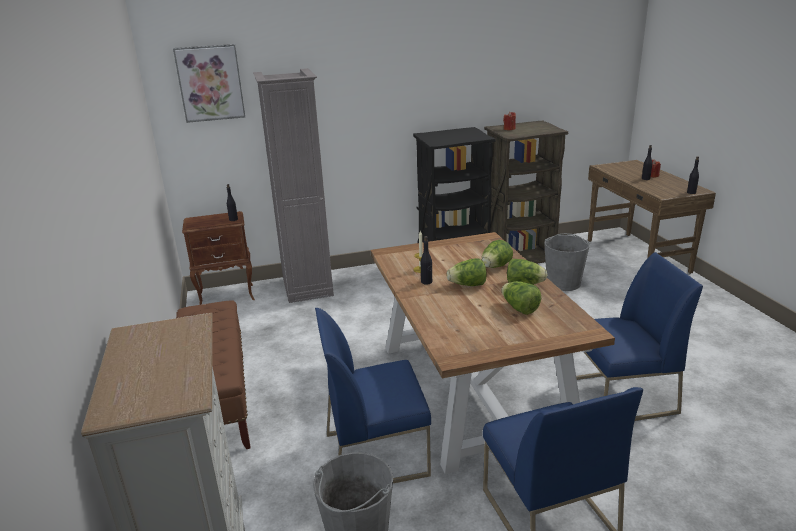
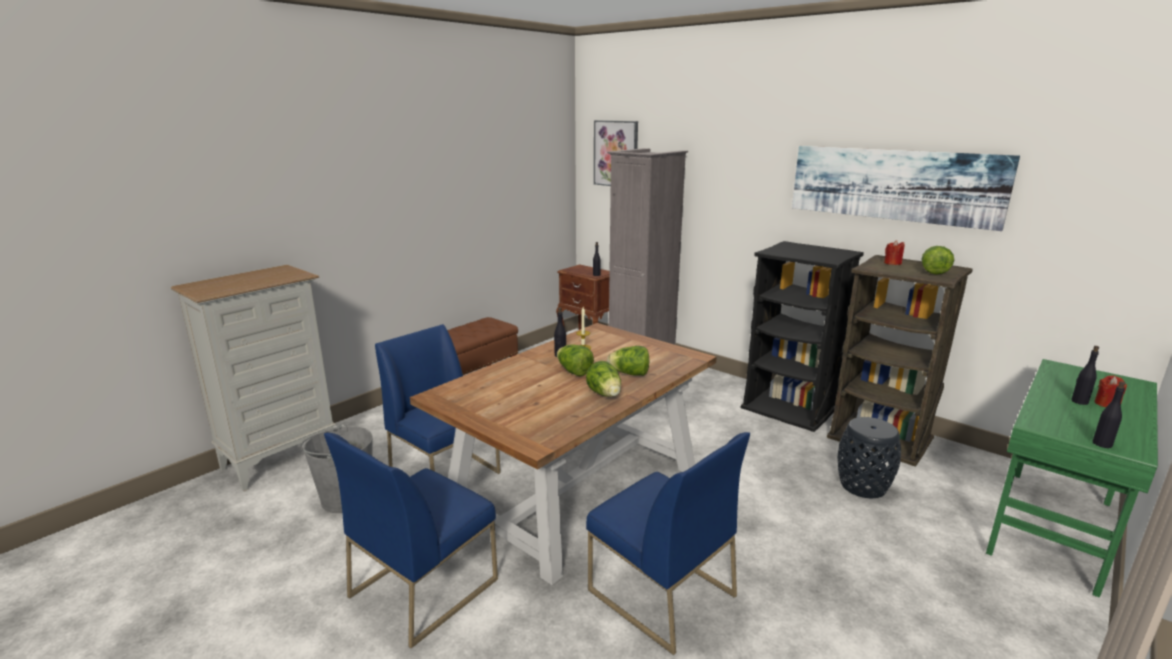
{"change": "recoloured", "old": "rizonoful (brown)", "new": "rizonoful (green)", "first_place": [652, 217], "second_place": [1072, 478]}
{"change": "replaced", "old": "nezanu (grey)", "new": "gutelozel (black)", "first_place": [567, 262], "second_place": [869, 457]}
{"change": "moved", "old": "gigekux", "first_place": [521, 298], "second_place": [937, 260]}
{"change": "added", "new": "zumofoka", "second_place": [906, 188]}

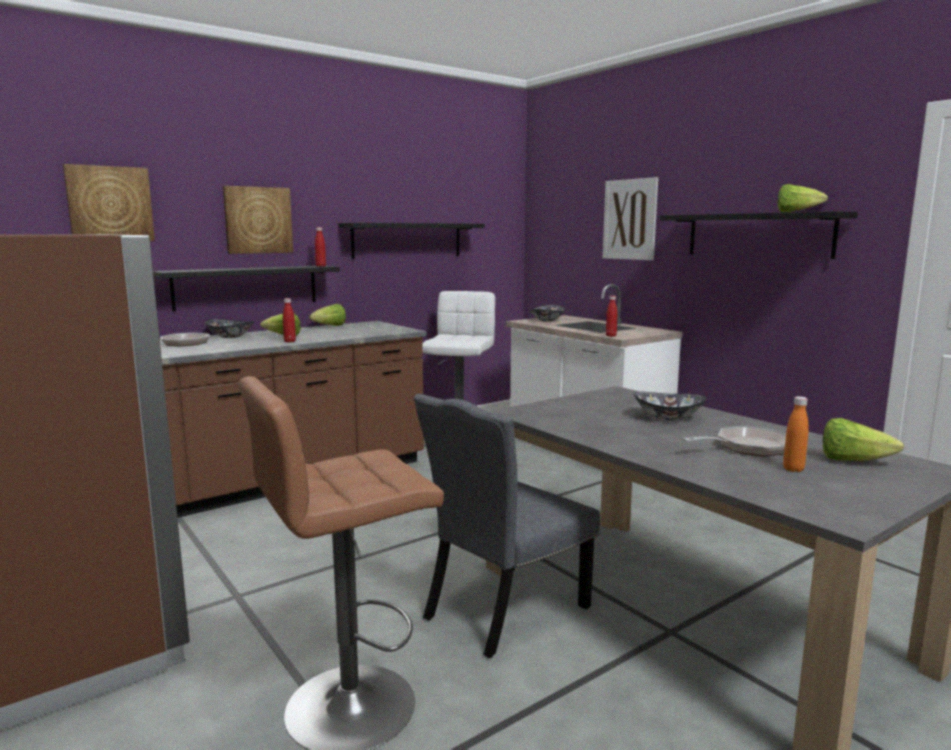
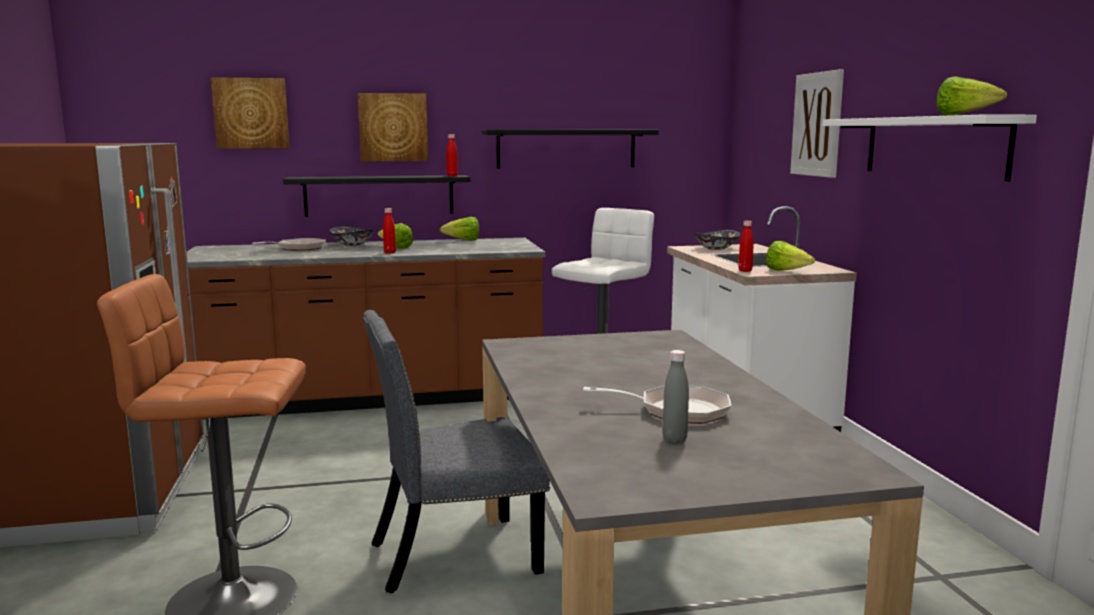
{"change": "recoloured", "old": "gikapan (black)", "new": "gikapan (white)", "first_place": [759, 235], "second_place": [929, 147]}
{"change": "removed", "old": "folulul", "first_place": [670, 406]}
{"change": "recoloured", "old": "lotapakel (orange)", "new": "lotapakel (grey)", "first_place": [796, 434], "second_place": [676, 397]}
{"change": "moved", "old": "gigekux", "first_place": [863, 439], "second_place": [790, 256]}

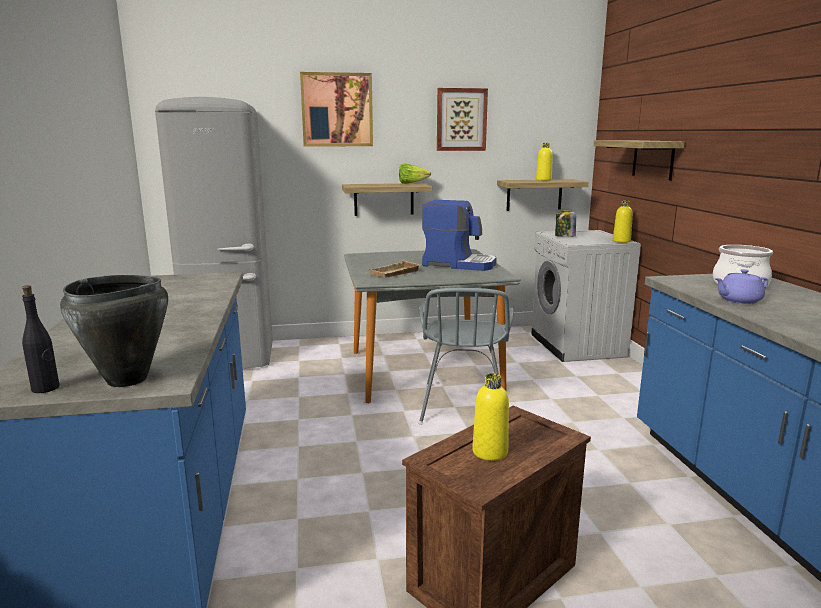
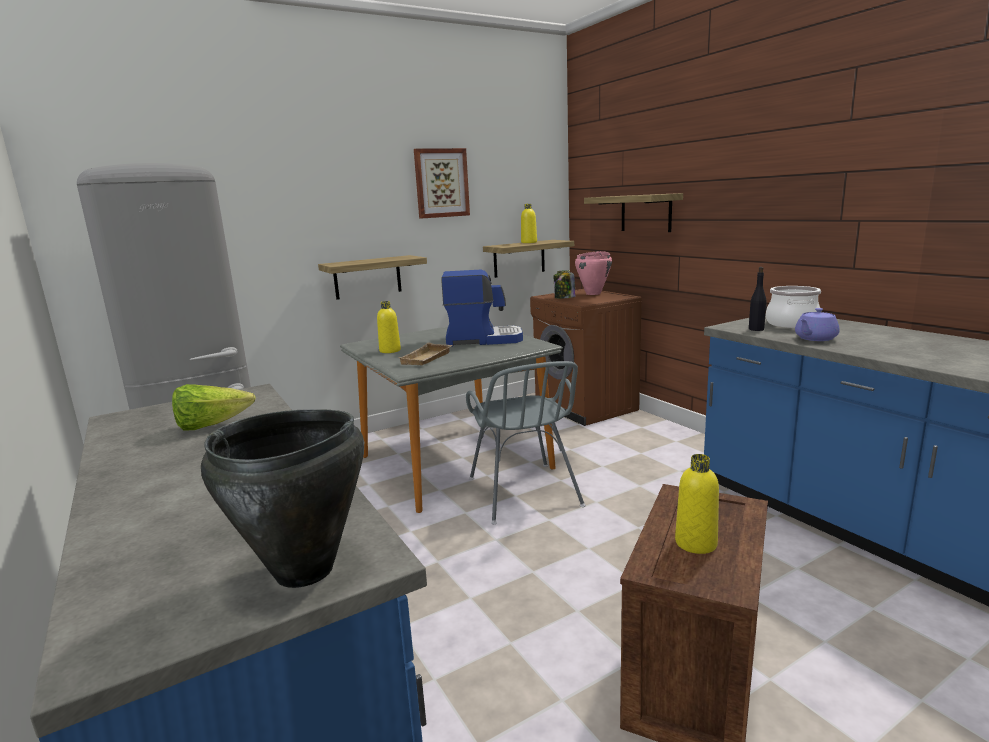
{"change": "removed", "old": "zumofoka", "first_place": [336, 109]}
{"change": "moved", "old": "gigekux", "first_place": [415, 174], "second_place": [214, 407]}
{"change": "moved", "old": "lotapakel (yellow)", "first_place": [623, 222], "second_place": [389, 327]}
{"change": "recoloured", "old": "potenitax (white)", "new": "potenitax (brown)", "first_place": [586, 296], "second_place": [586, 357]}
{"change": "moved", "old": "lotapakel (black)", "first_place": [41, 339], "second_place": [758, 299]}
{"change": "added", "new": "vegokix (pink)", "second_place": [593, 273]}

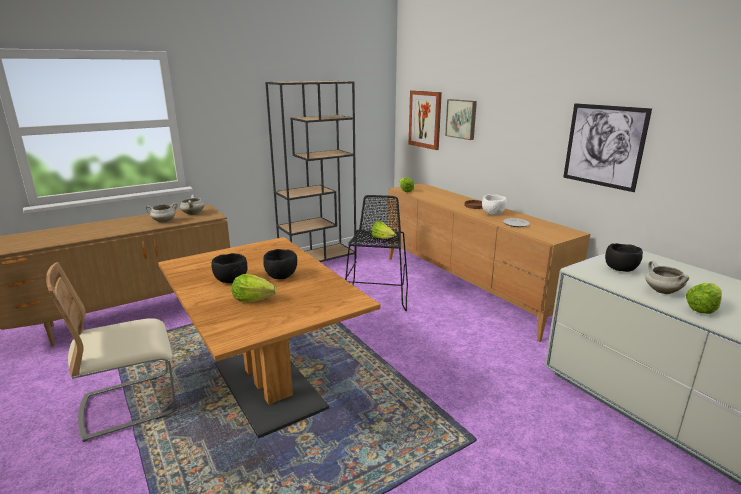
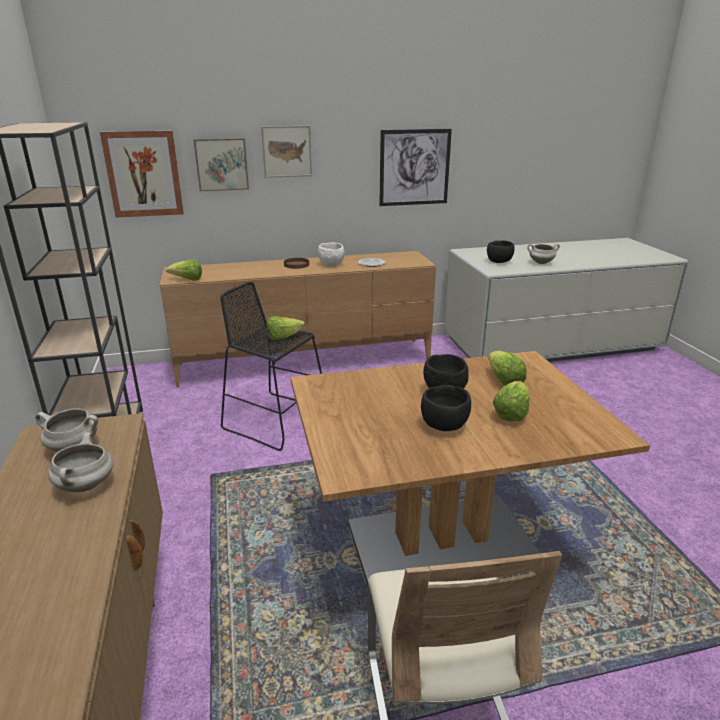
{"change": "moved", "old": "gigekux", "first_place": [704, 298], "second_place": [507, 368]}
{"change": "added", "new": "zumofoka", "second_place": [286, 152]}

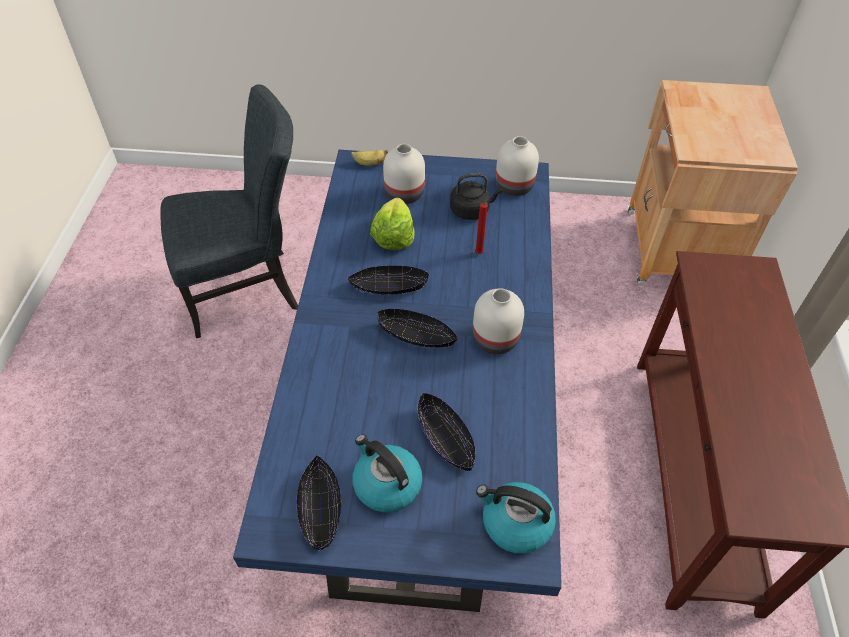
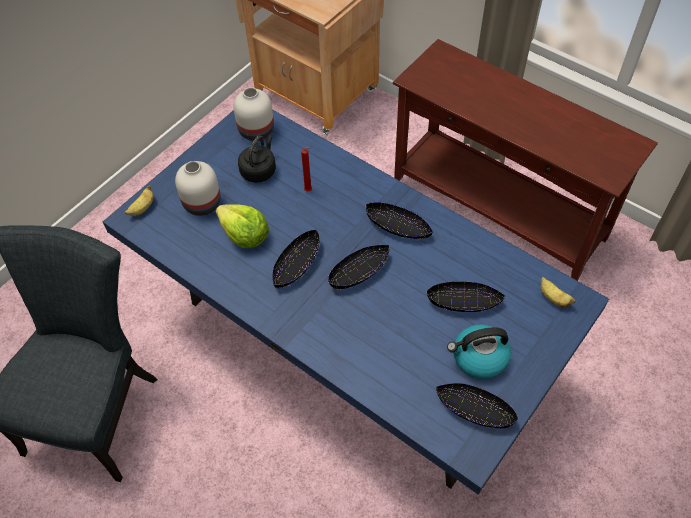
{"change": "replaced", "old": "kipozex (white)", "new": "folulul (black)", "first_place": [498, 321], "second_place": [399, 220]}
{"change": "replaced", "old": "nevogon", "new": "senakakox", "first_place": [516, 518], "second_place": [558, 292]}

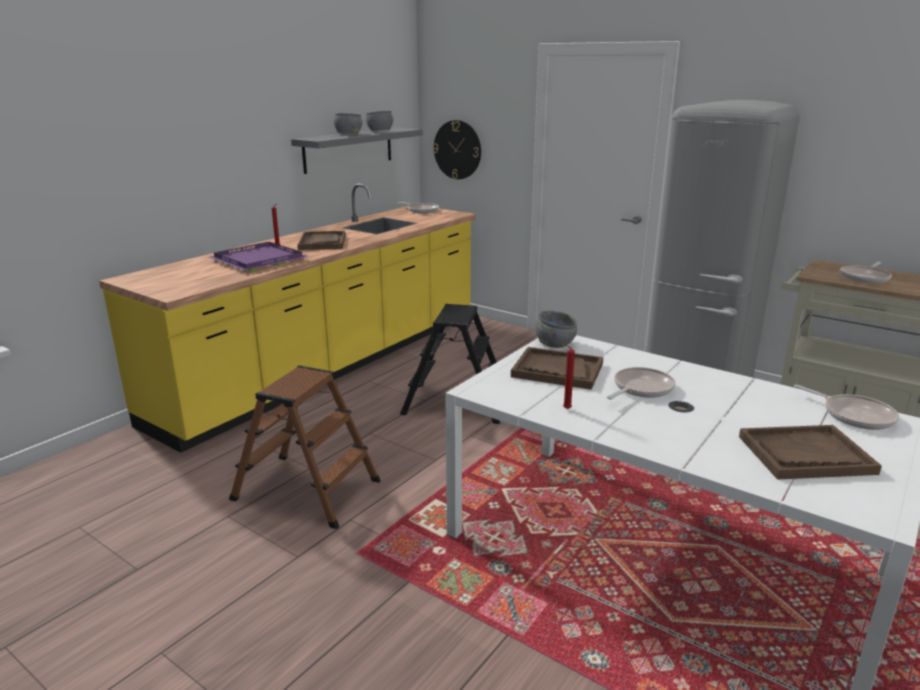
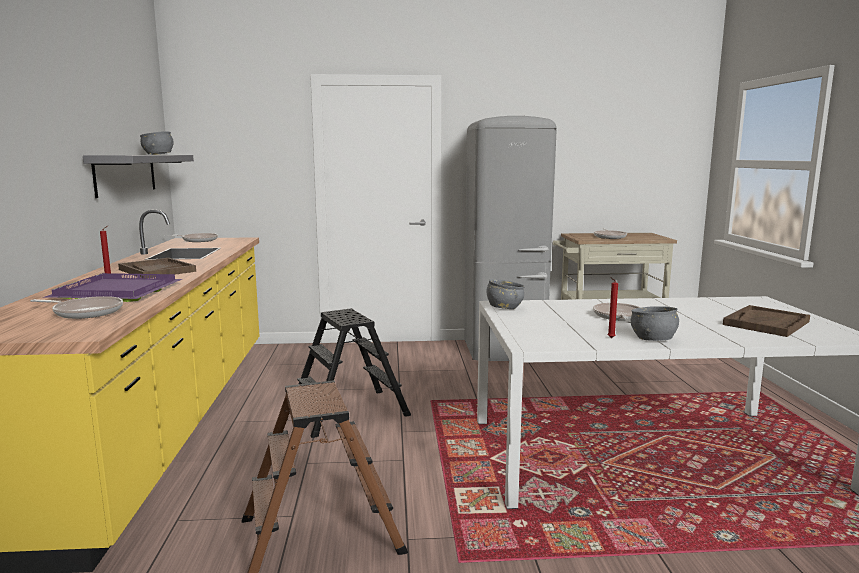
{"change": "moved", "old": "folulul (grey)", "first_place": [348, 123], "second_place": [655, 323]}
{"change": "removed", "old": "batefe", "first_place": [457, 149]}
{"change": "removed", "old": "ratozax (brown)", "first_place": [557, 368]}
{"change": "moved", "old": "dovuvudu", "first_place": [846, 407], "second_place": [76, 307]}

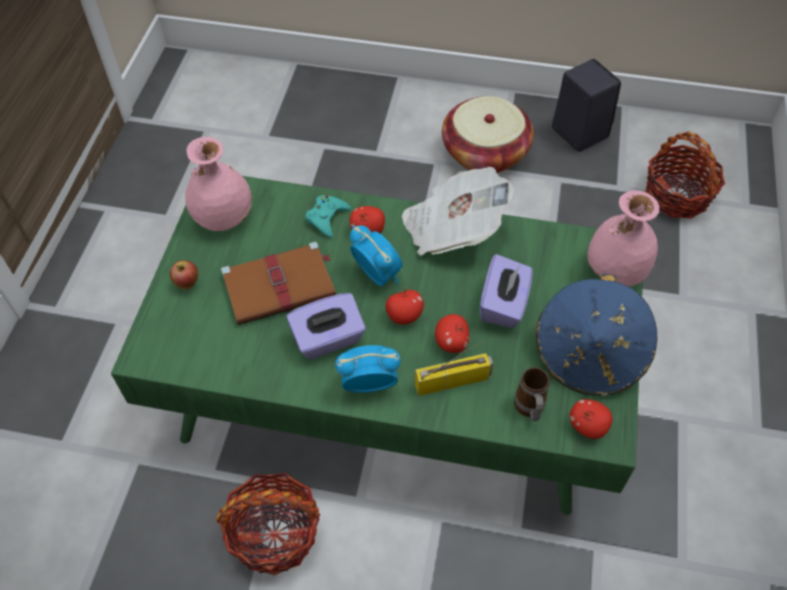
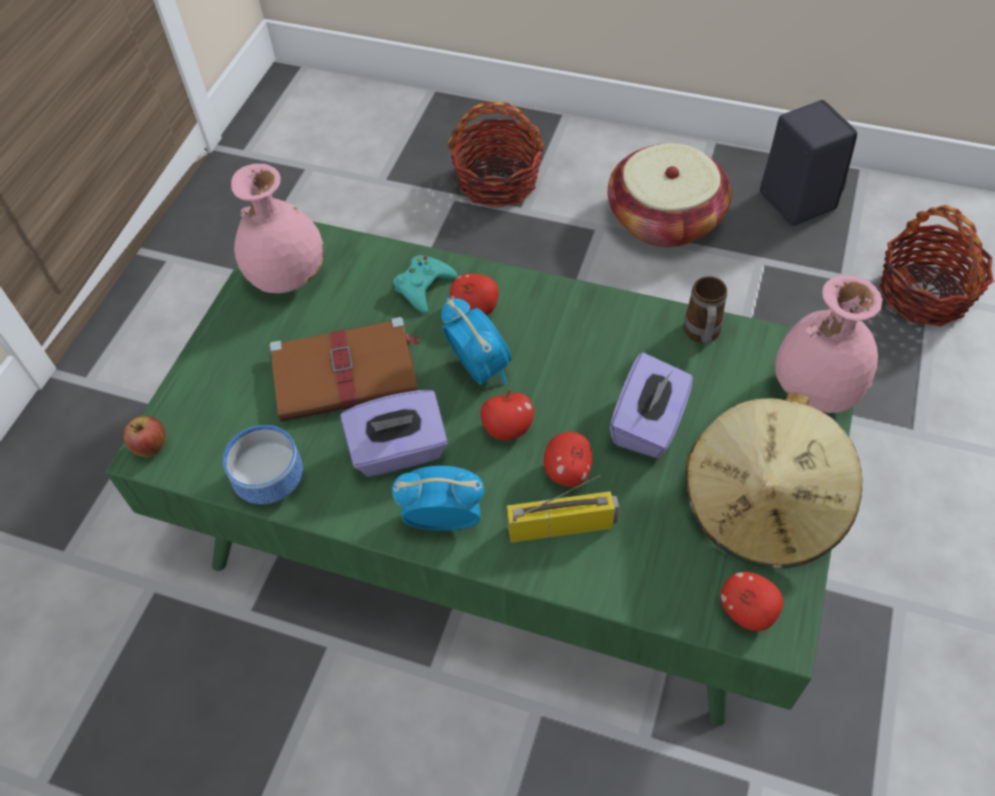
{"change": "removed", "old": "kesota", "first_place": [458, 211]}
{"change": "moved", "old": "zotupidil", "first_place": [184, 275], "second_place": [144, 436]}
{"change": "recoloured", "old": "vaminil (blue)", "new": "vaminil (beige)", "first_place": [596, 335], "second_place": [773, 480]}
{"change": "moved", "old": "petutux", "first_place": [531, 394], "second_place": [705, 310]}
{"change": "moved", "old": "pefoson", "first_place": [268, 524], "second_place": [495, 155]}
{"change": "added", "new": "folulul", "second_place": [263, 464]}

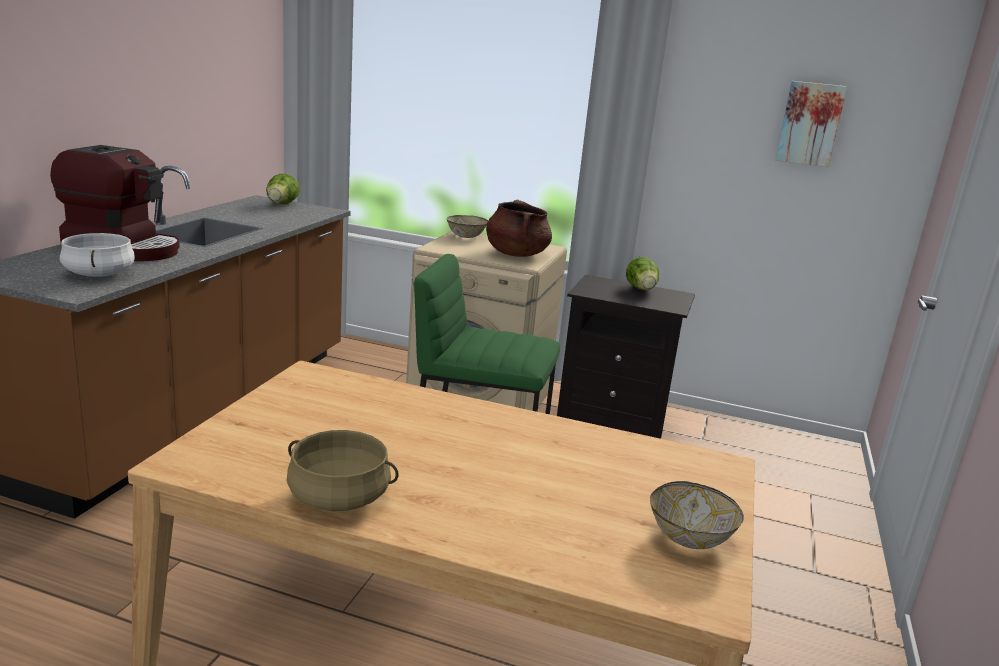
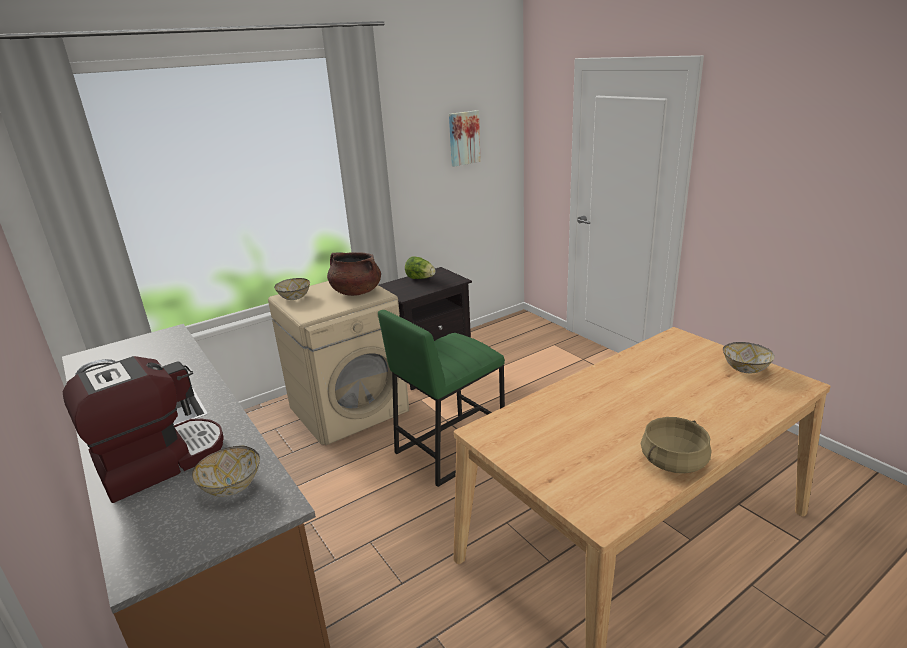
{"change": "removed", "old": "gigekux", "first_place": [283, 189]}
{"change": "replaced", "old": "vegokix (white)", "new": "folulul", "first_place": [97, 255], "second_place": [226, 471]}

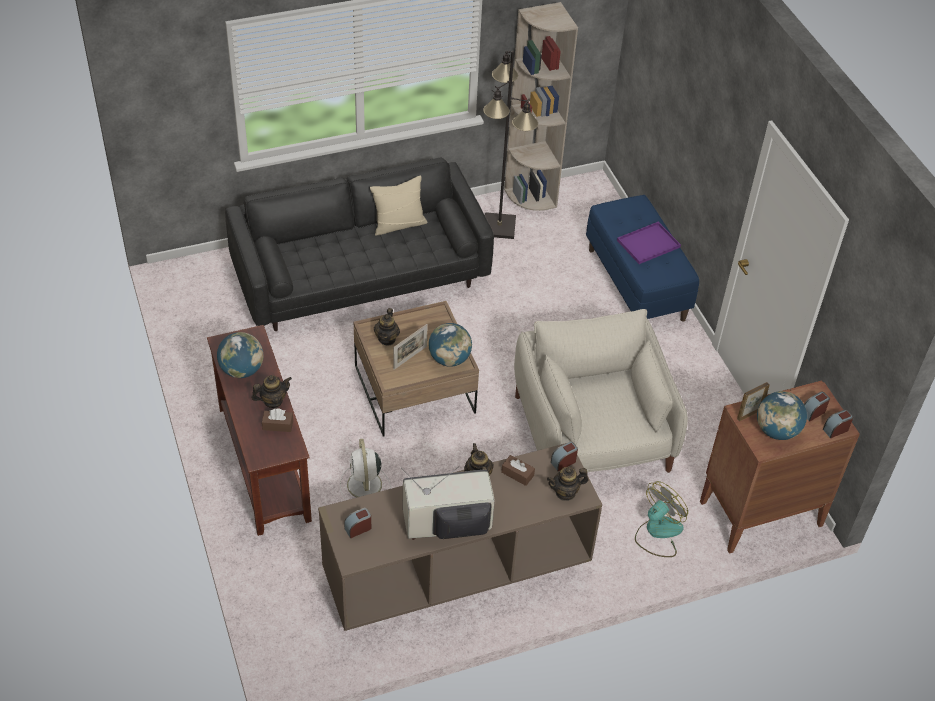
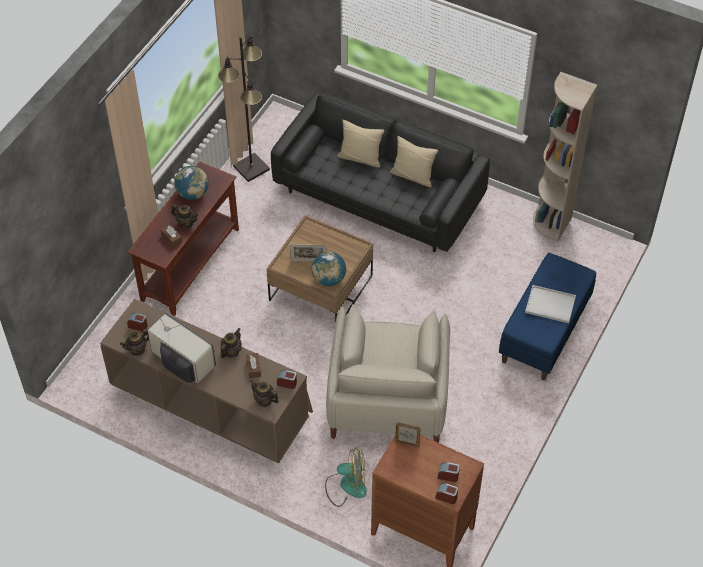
{"change": "moved", "old": "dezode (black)", "first_place": [510, 145], "second_place": [244, 109]}
{"change": "recoloured", "old": "ratozax (purple)", "new": "ratozax (white)", "first_place": [649, 243], "second_place": [550, 304]}
{"change": "moved", "old": "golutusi", "first_place": [387, 326], "second_place": [134, 342]}
{"change": "turned", "old": "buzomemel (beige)", "first_place": [601, 391], "second_place": [388, 373], "degrees": 150}
{"change": "removed", "old": "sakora", "first_place": [782, 415]}
{"change": "removed", "old": "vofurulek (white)", "first_place": [365, 469]}
{"change": "added", "new": "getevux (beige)", "second_place": [361, 144]}

